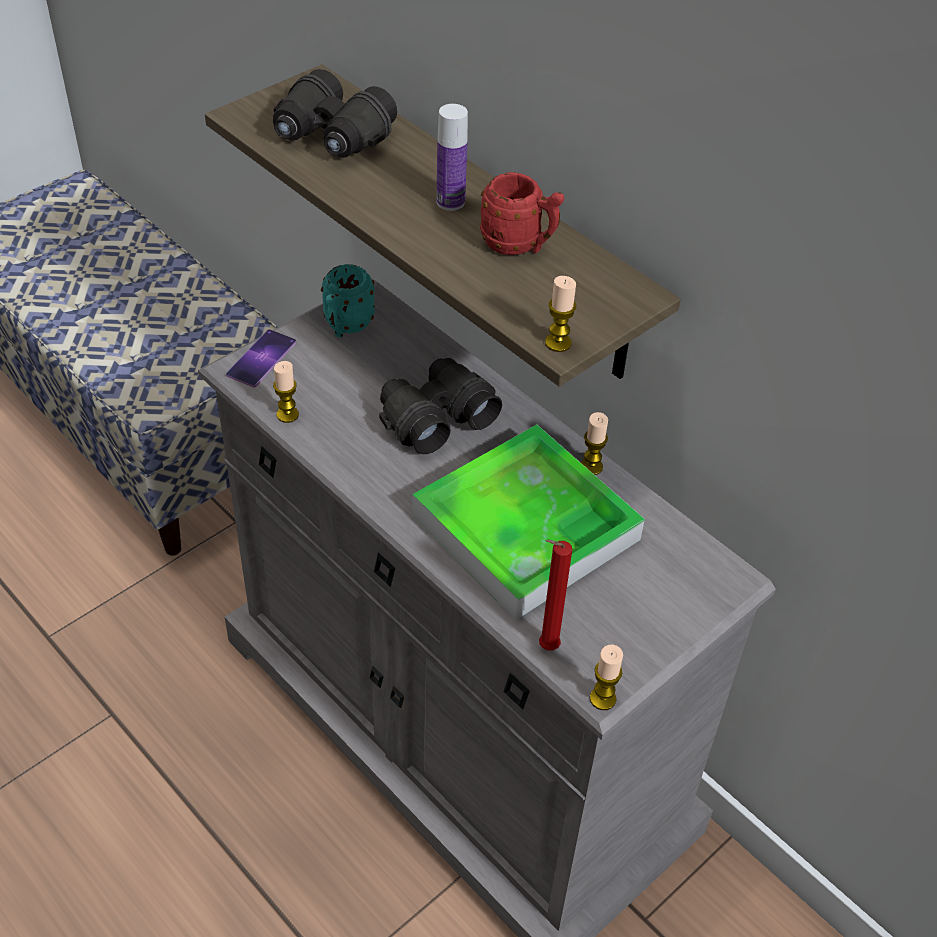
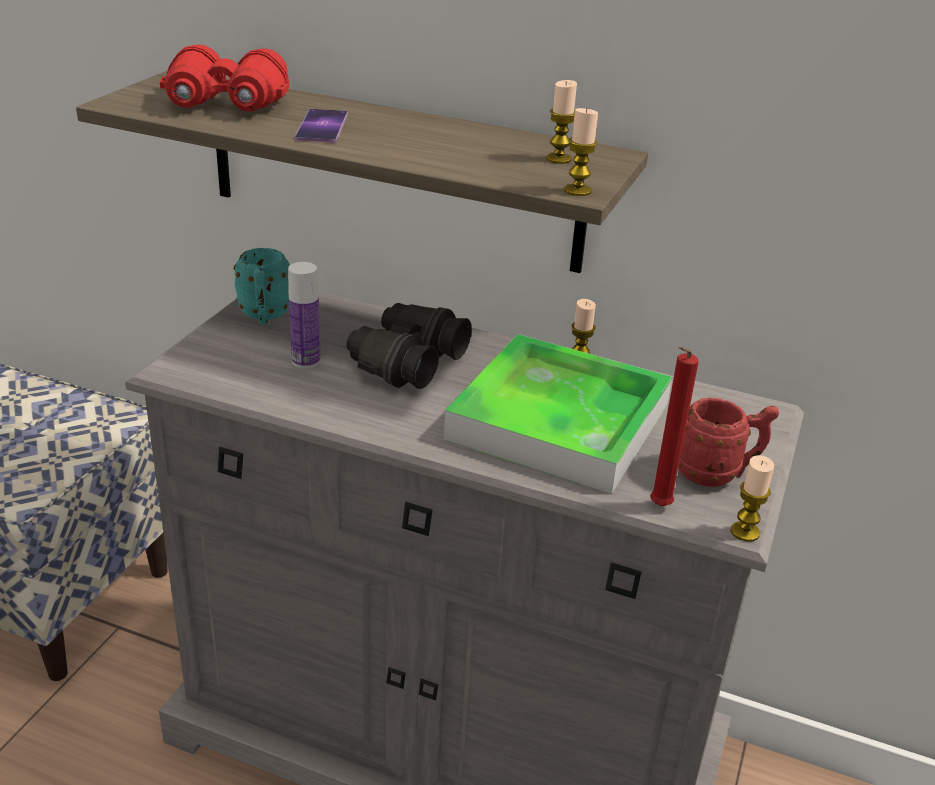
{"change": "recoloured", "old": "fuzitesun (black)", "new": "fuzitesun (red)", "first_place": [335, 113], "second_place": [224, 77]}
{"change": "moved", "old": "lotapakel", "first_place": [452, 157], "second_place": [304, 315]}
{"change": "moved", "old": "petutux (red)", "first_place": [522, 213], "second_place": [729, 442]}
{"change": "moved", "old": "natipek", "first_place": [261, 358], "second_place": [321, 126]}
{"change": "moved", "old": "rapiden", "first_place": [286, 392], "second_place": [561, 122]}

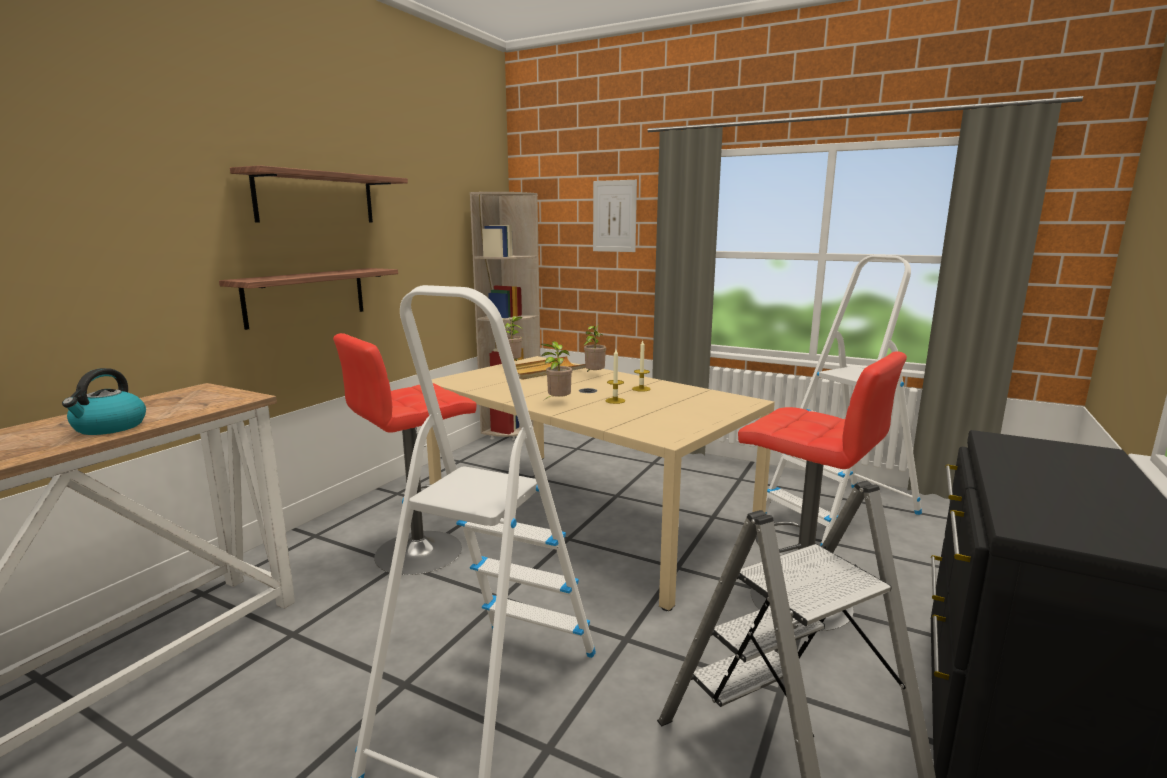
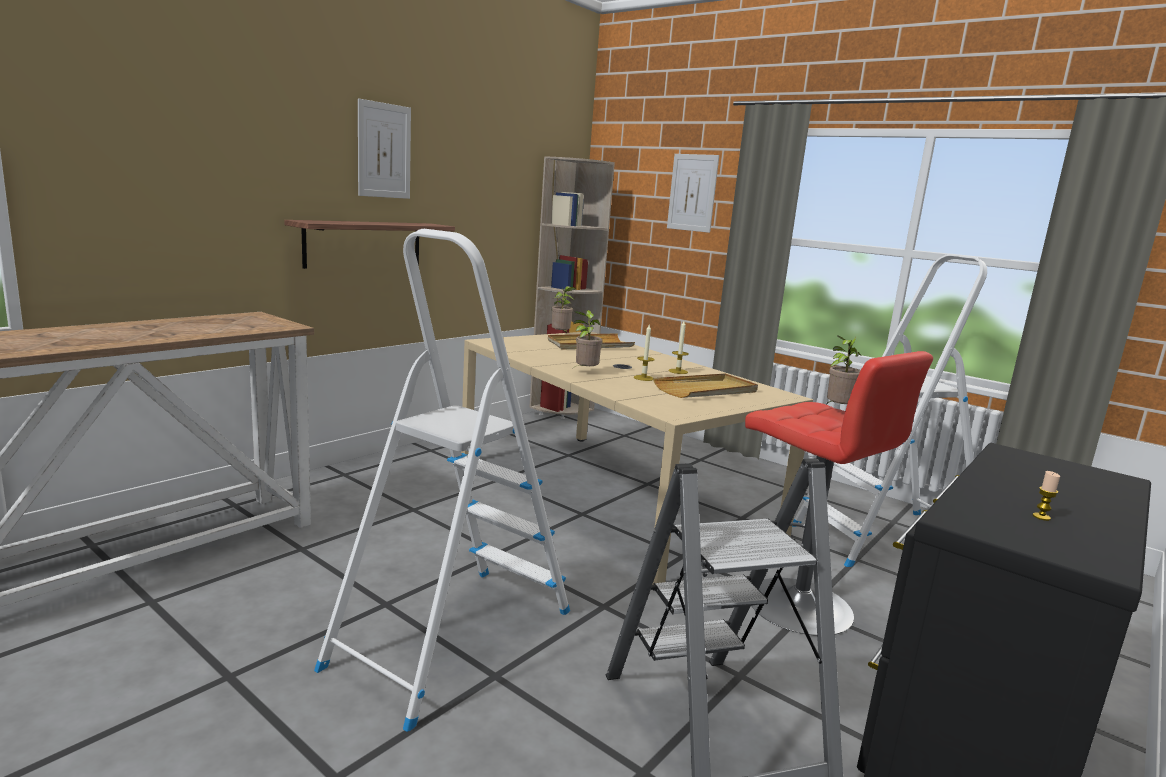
{"change": "replaced", "old": "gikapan", "new": "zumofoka", "first_place": [319, 194], "second_place": [384, 148]}
{"change": "moved", "old": "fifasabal", "first_place": [594, 348], "second_place": [843, 370]}
{"change": "removed", "old": "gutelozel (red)", "first_place": [404, 454]}
{"change": "removed", "old": "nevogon", "first_place": [104, 401]}
{"change": "added", "new": "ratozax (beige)", "second_place": [705, 385]}
{"change": "added", "new": "rapiden", "second_place": [1046, 496]}

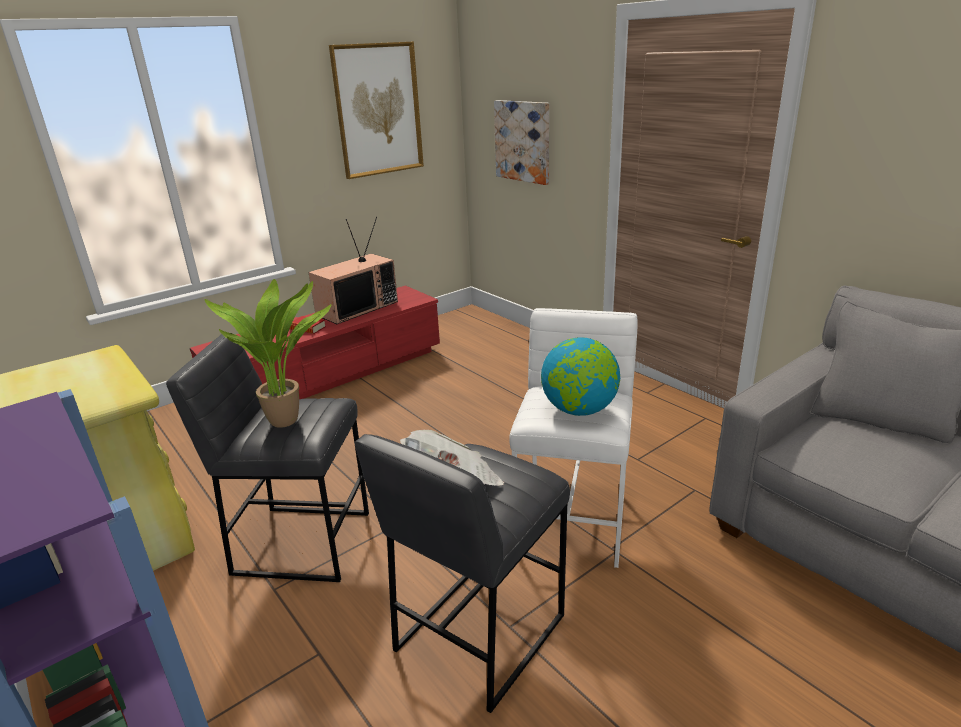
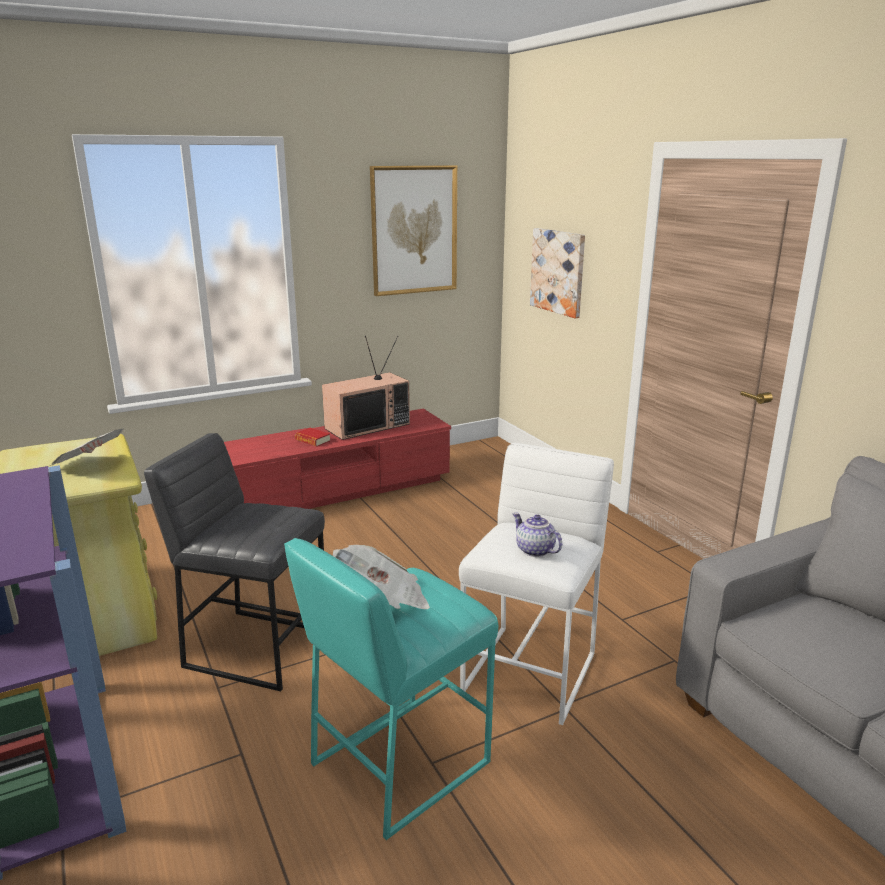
{"change": "removed", "old": "fifasabal", "first_place": [268, 353]}
{"change": "replaced", "old": "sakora", "new": "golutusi", "first_place": [580, 376], "second_place": [537, 535]}
{"change": "recoloured", "old": "gutelozel (grey)", "new": "gutelozel (turquoise)", "first_place": [462, 573], "second_place": [391, 689]}
{"change": "added", "new": "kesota", "second_place": [87, 447]}

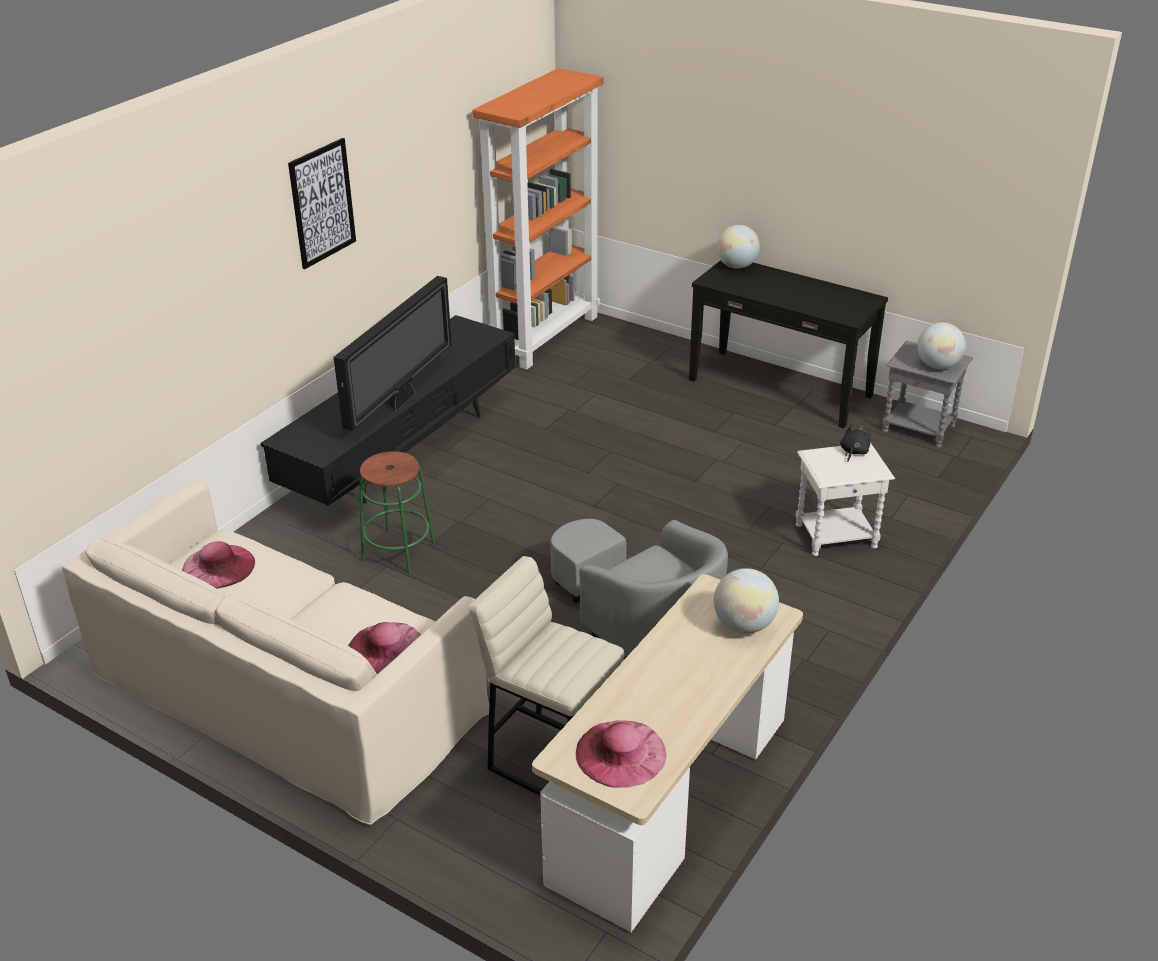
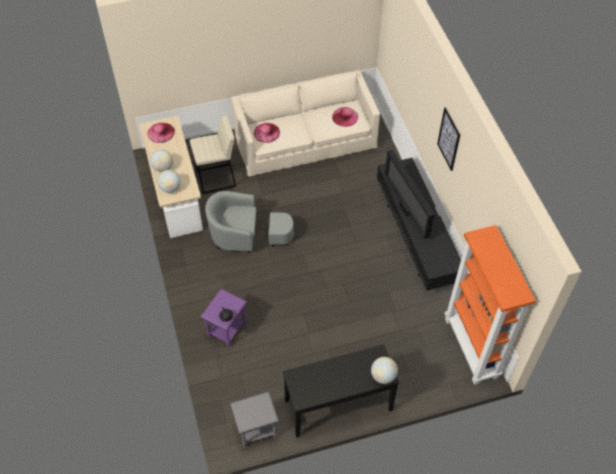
{"change": "moved", "old": "sakora", "first_place": [941, 345], "second_place": [161, 160]}
{"change": "recoloured", "old": "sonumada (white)", "new": "sonumada (purple)", "first_place": [845, 499], "second_place": [223, 318]}
{"change": "removed", "old": "gutelozel (green)", "first_place": [397, 512]}

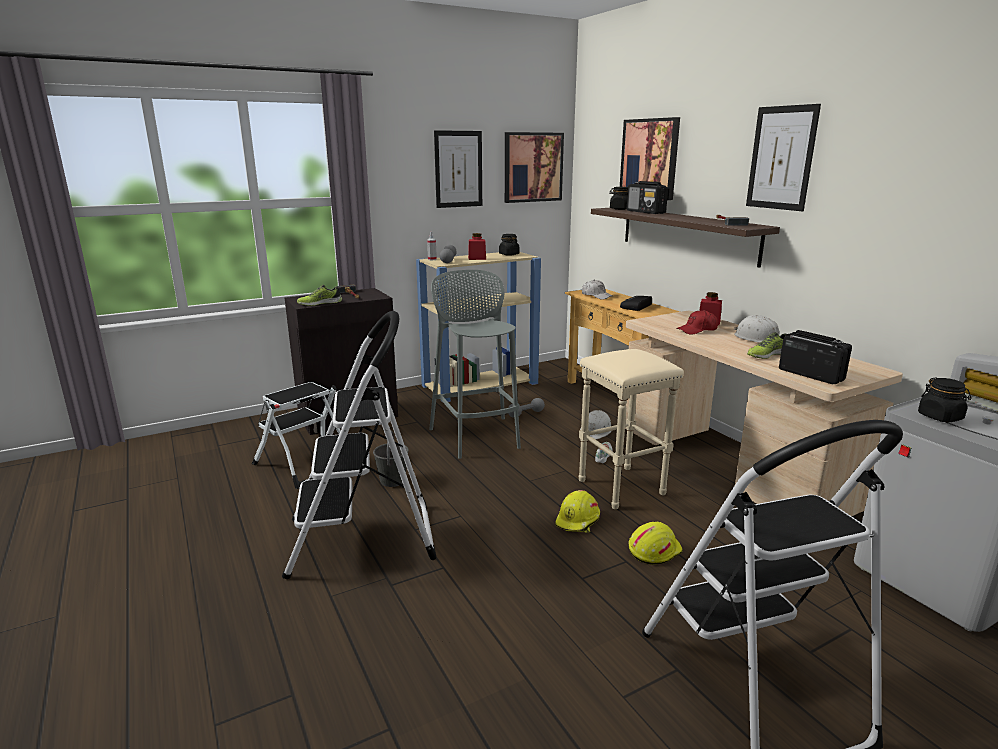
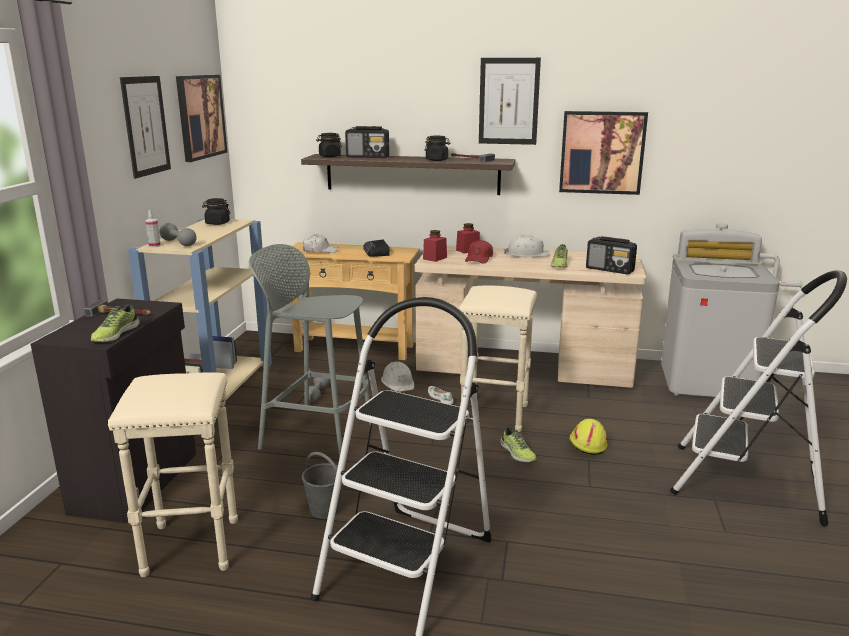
{"change": "moved", "old": "zumofoka", "first_place": [650, 158], "second_place": [603, 153]}
{"change": "moved", "old": "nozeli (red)", "first_place": [477, 246], "second_place": [435, 246]}
{"change": "turned", "old": "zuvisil", "first_place": [815, 357], "second_place": [611, 255], "degrees": -150}
{"change": "moved", "old": "nozeli (black)", "first_place": [944, 400], "second_place": [437, 148]}
{"change": "replaced", "old": "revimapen", "new": "gutelozel (beige)", "first_place": [296, 435], "second_place": [173, 474]}
{"change": "replaced", "old": "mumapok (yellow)", "new": "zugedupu", "first_place": [577, 511], "second_place": [518, 444]}

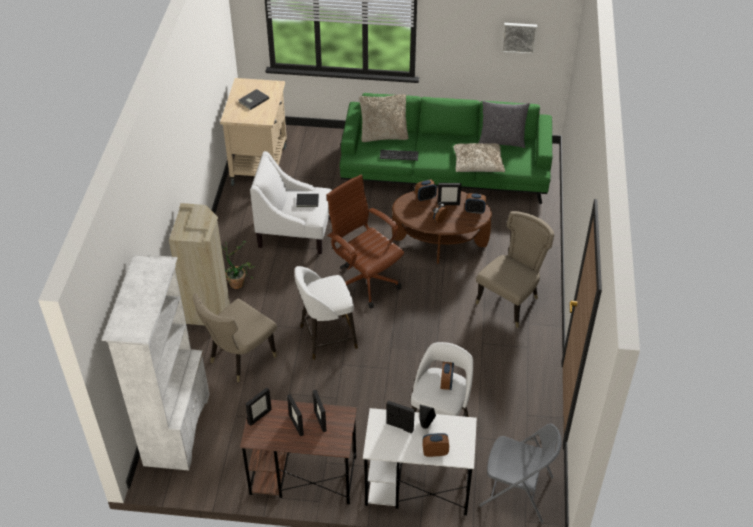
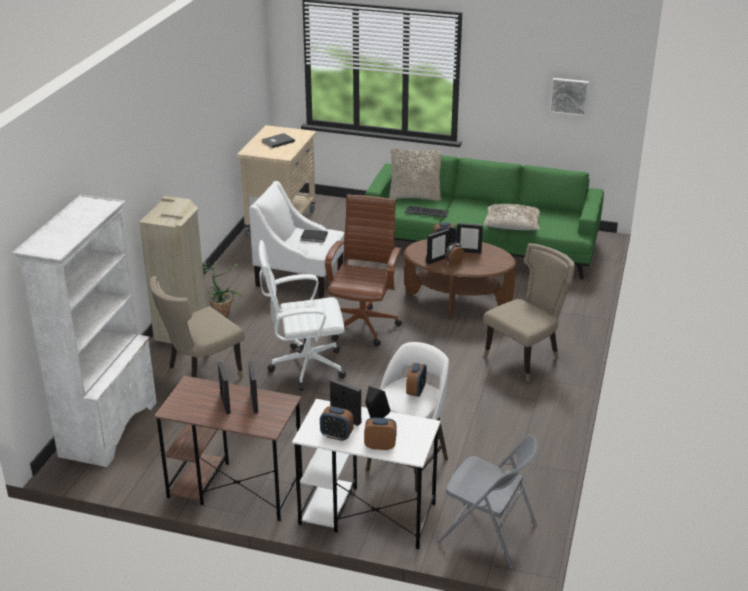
{"change": "removed", "old": "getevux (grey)", "first_place": [504, 124]}
{"change": "turned", "old": "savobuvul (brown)", "first_place": [365, 242], "second_place": [363, 270], "degrees": 45}
{"change": "moved", "old": "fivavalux", "first_place": [475, 203], "second_place": [337, 423]}
{"change": "replaced", "old": "gutelozel (white)", "new": "savobuvul (white)", "first_place": [326, 313], "second_place": [302, 315]}
{"change": "moved", "old": "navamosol", "first_place": [259, 406], "second_place": [438, 246]}

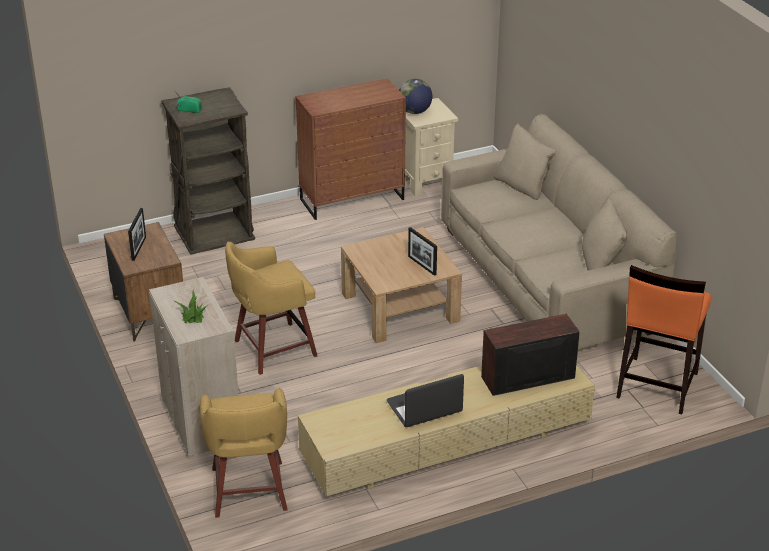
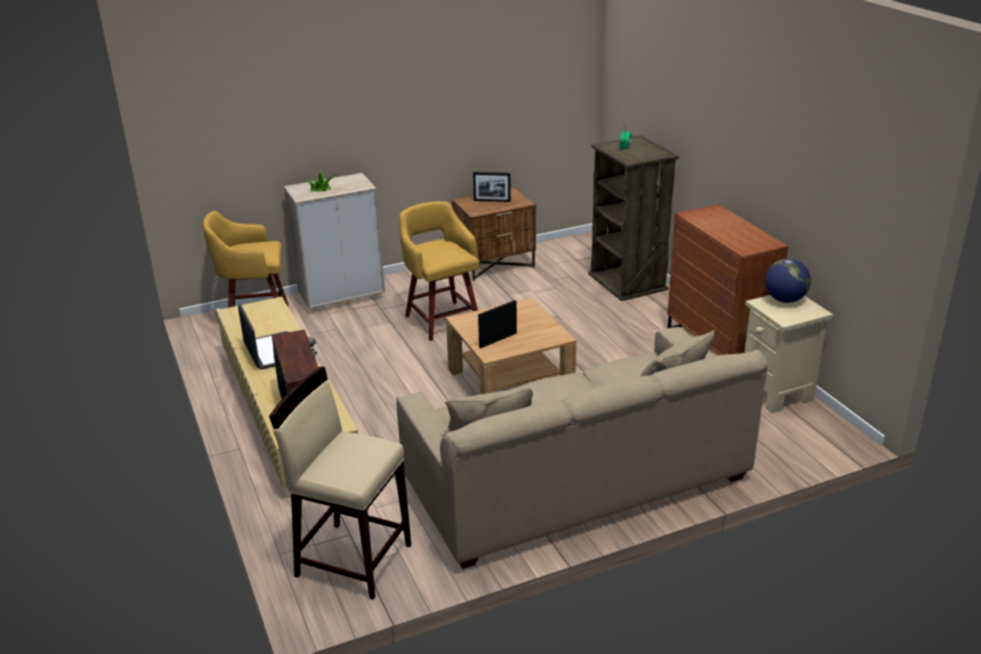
{"change": "recoloured", "old": "gutelozel (orange)", "new": "gutelozel (beige)", "first_place": [663, 340], "second_place": [340, 483]}

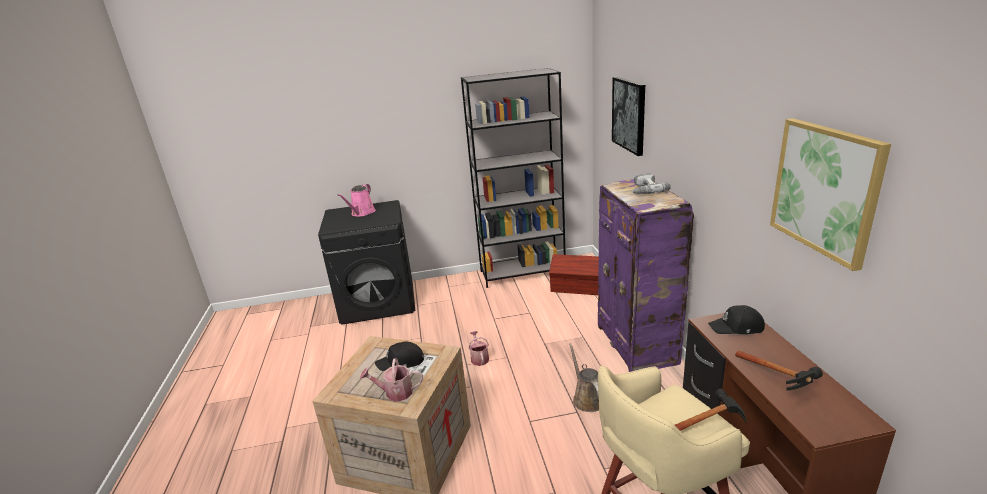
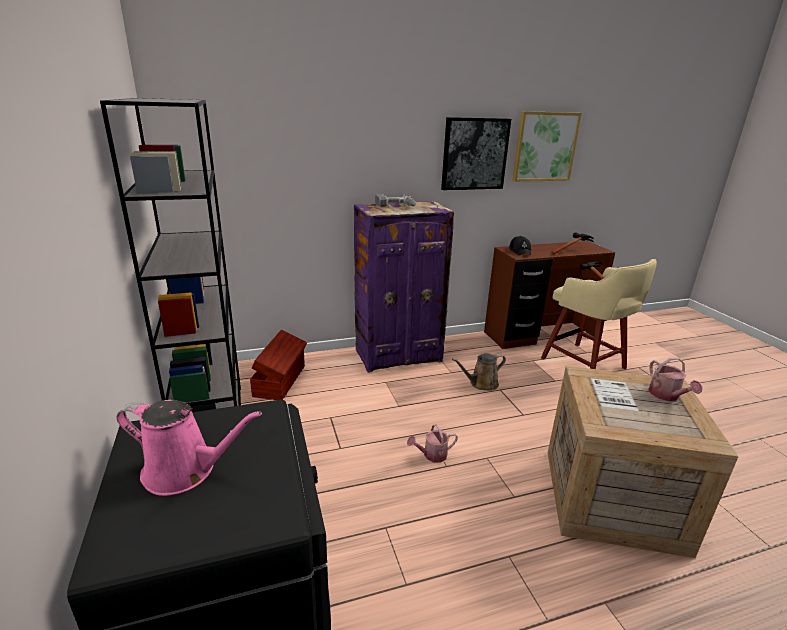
{"change": "moved", "old": "zumofoka", "first_place": [628, 116], "second_place": [476, 153]}
{"change": "removed", "old": "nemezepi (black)", "first_place": [399, 356]}

